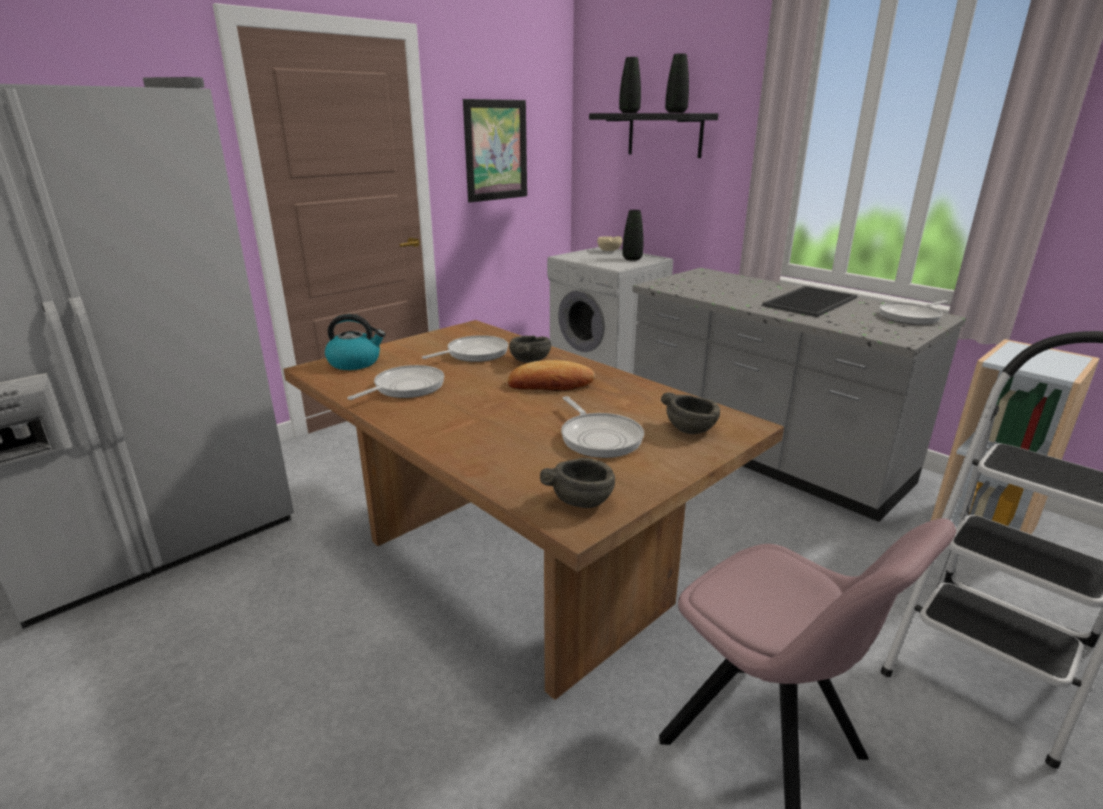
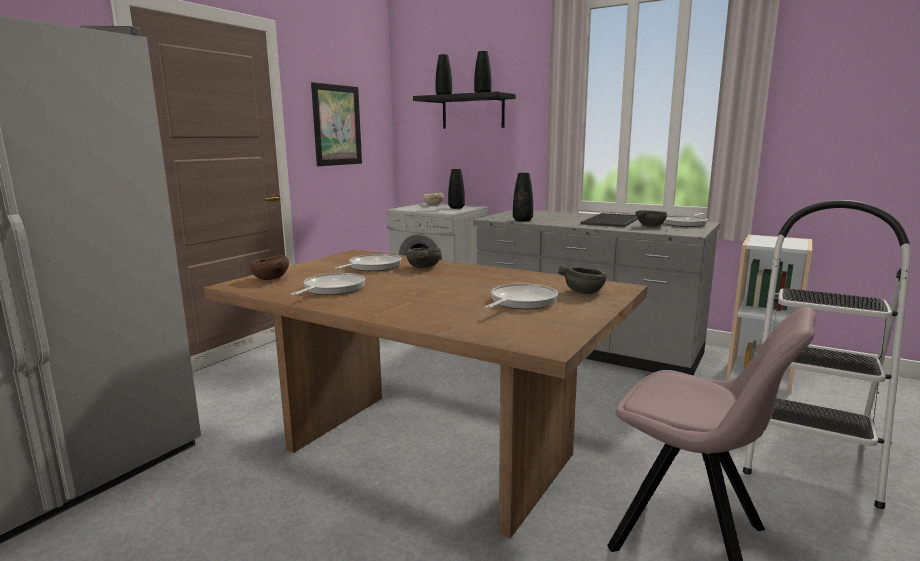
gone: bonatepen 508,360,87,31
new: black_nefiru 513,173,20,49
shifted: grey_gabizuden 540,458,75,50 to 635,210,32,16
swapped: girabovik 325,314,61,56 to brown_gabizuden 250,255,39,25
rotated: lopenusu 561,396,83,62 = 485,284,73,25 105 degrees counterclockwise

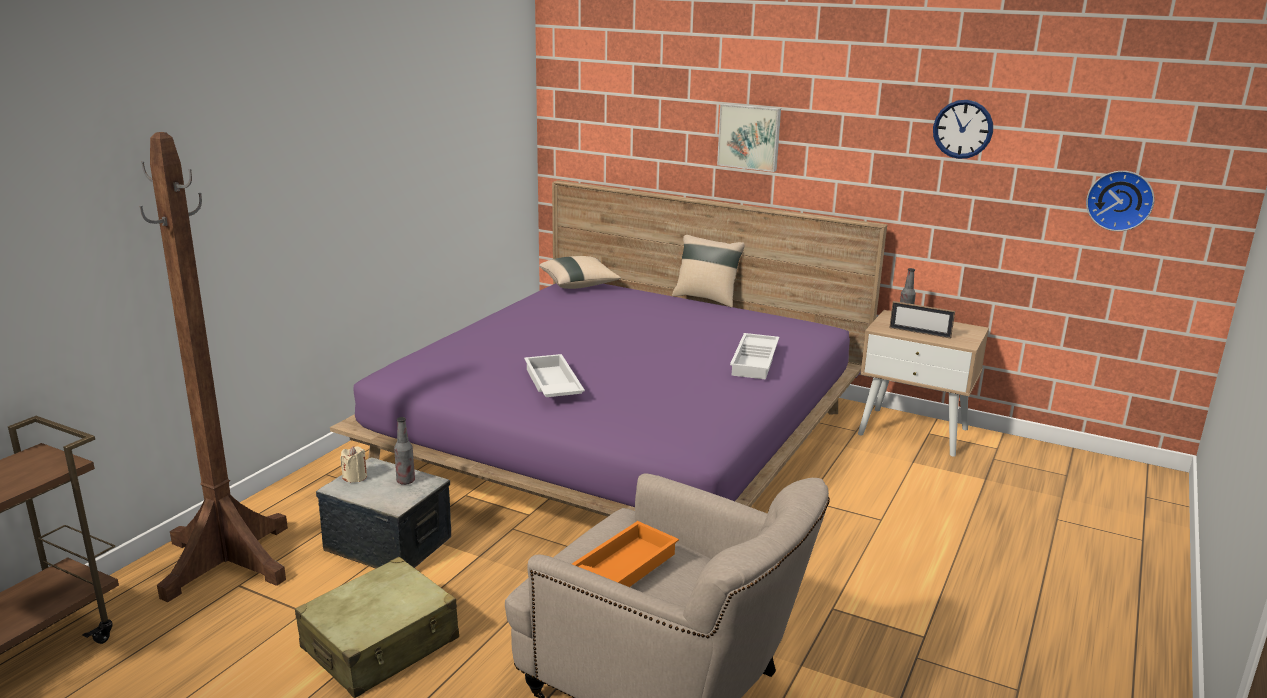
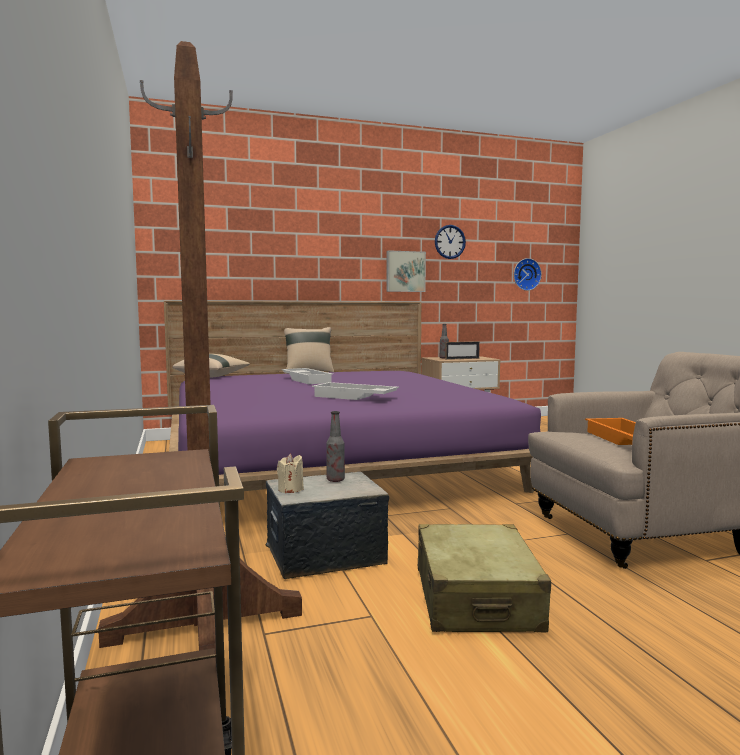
shifted: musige 717,104,64,68 to 386,250,40,42; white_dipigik 730,333,49,47 to 281,368,52,16

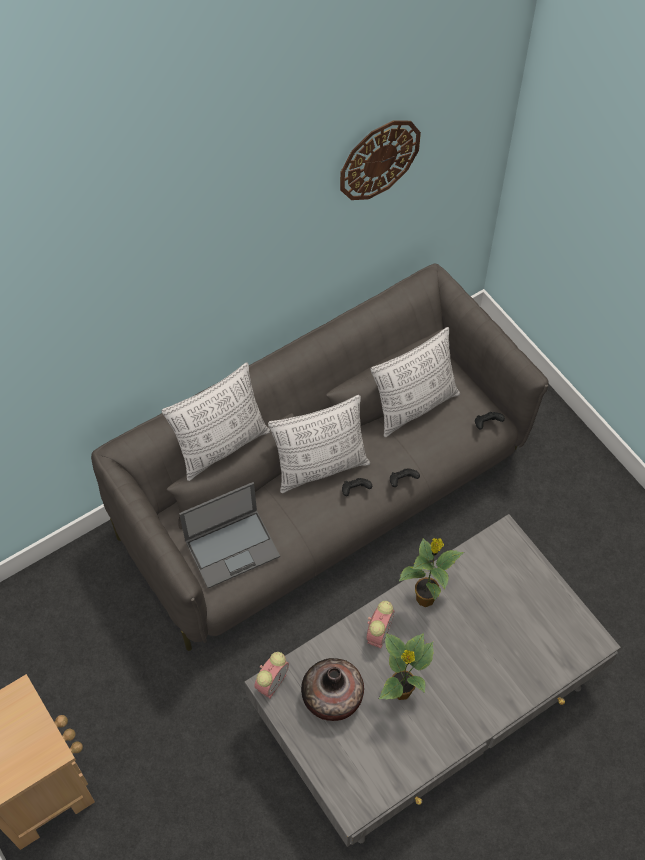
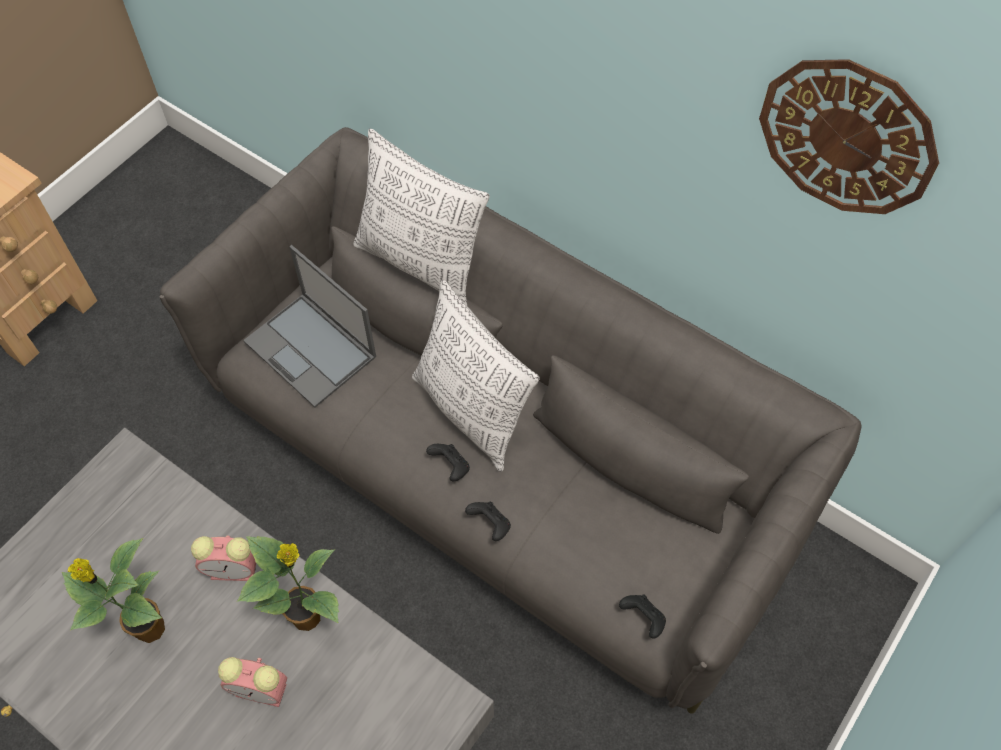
gone: nefiru 301,658,63,63; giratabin 370,327,90,110
shifted: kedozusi 254,652,35,46 to 218,657,69,50

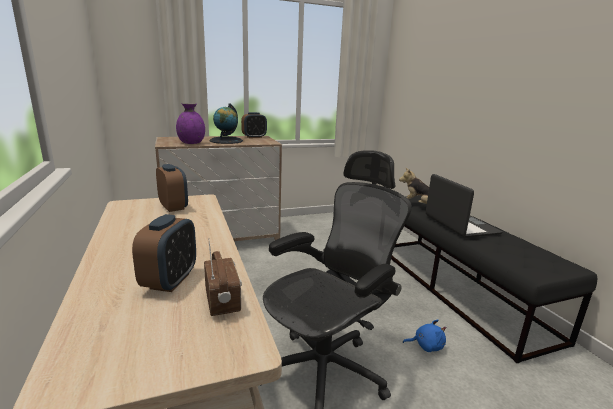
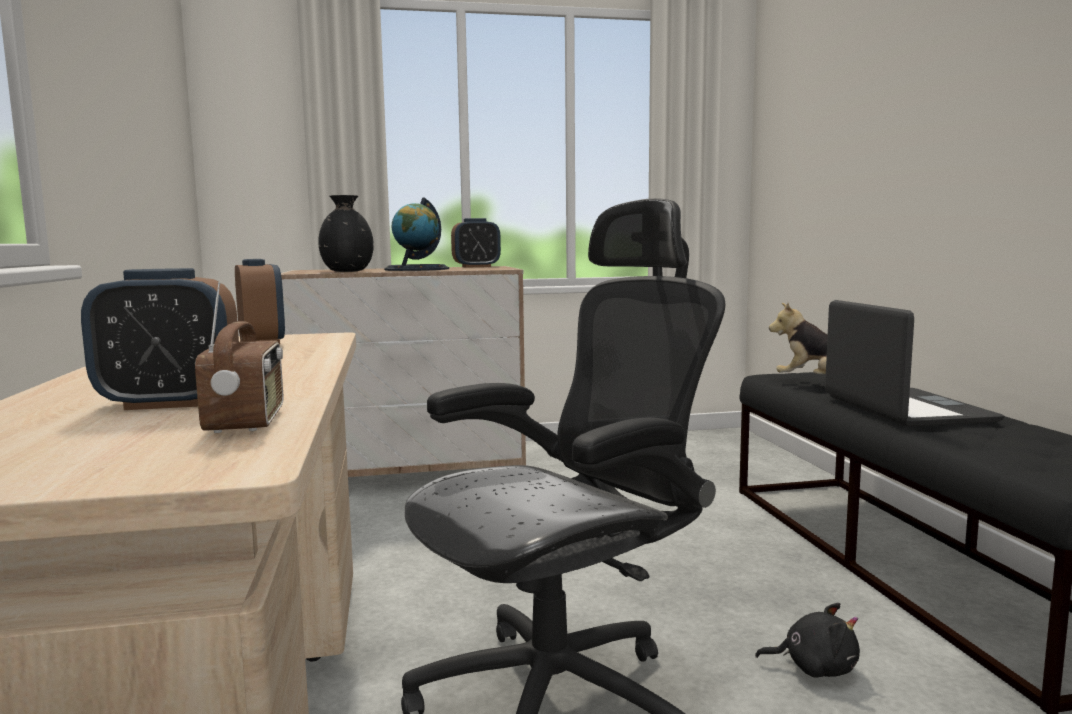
repainted: purple_nefiru 176,103,29,41 to black_nefiru 318,195,56,77; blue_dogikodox 403,320,44,32 to black_dogikodox 755,603,105,75
rotated: kedozusi 132,214,64,78 = 81,268,158,142 60 degrees clockwise

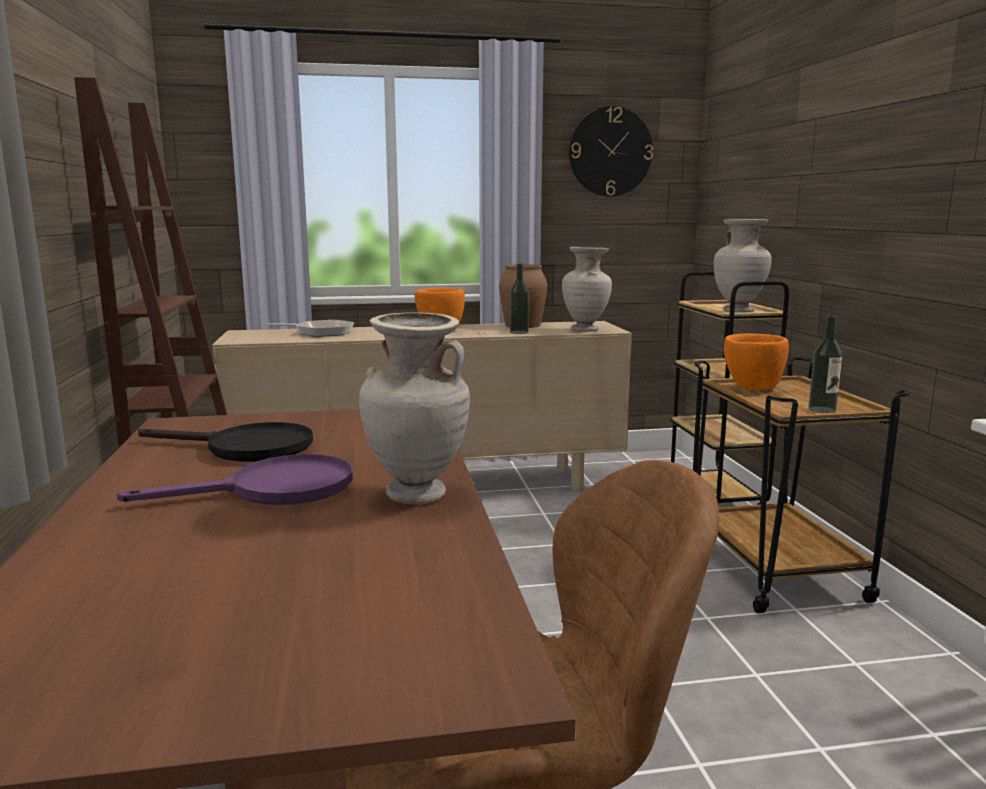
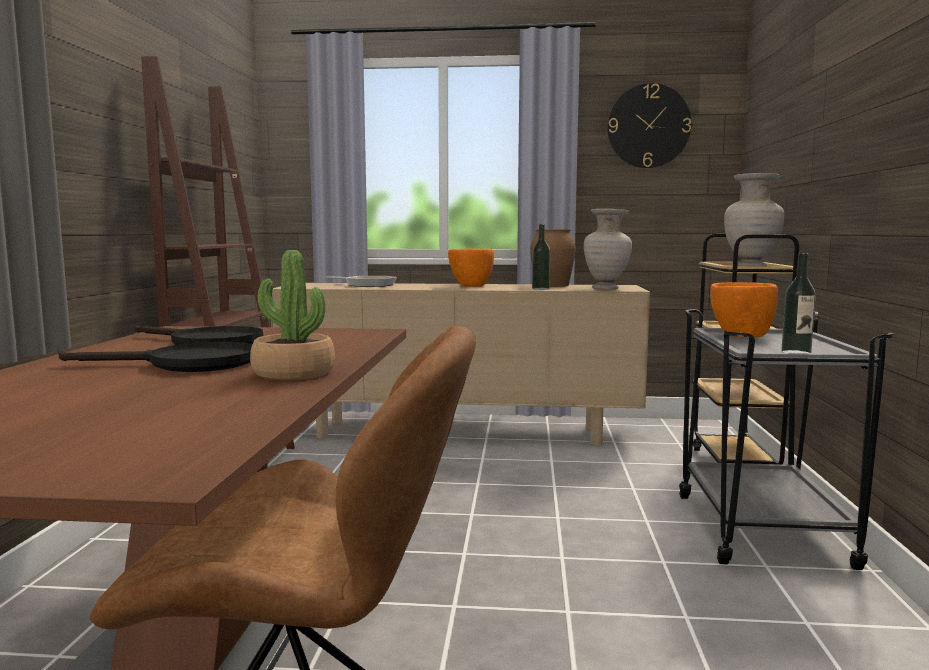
swapped: beige_nefiru 359,313,111,192 to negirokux 250,250,85,130
repainted: purple_lopenusu 117,454,236,51 to black_lopenusu 59,342,193,30; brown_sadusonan 693,357,217,256 to grey_sadusonan 679,309,214,261

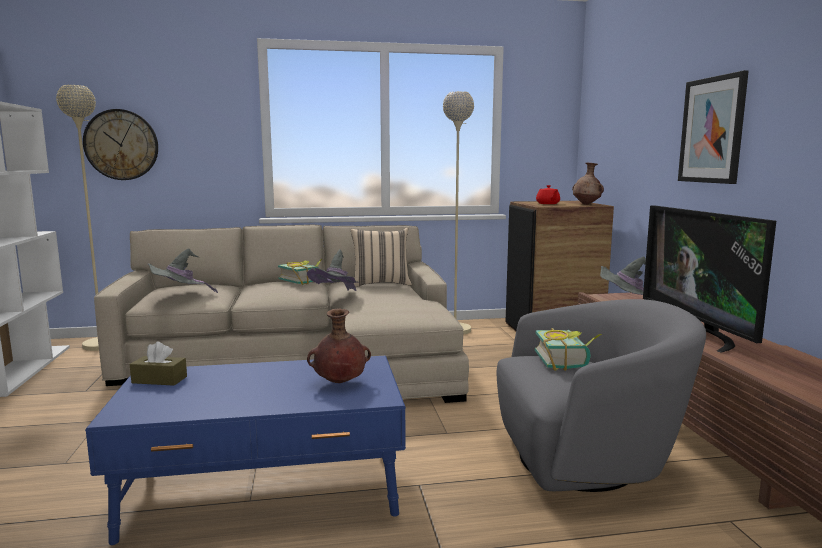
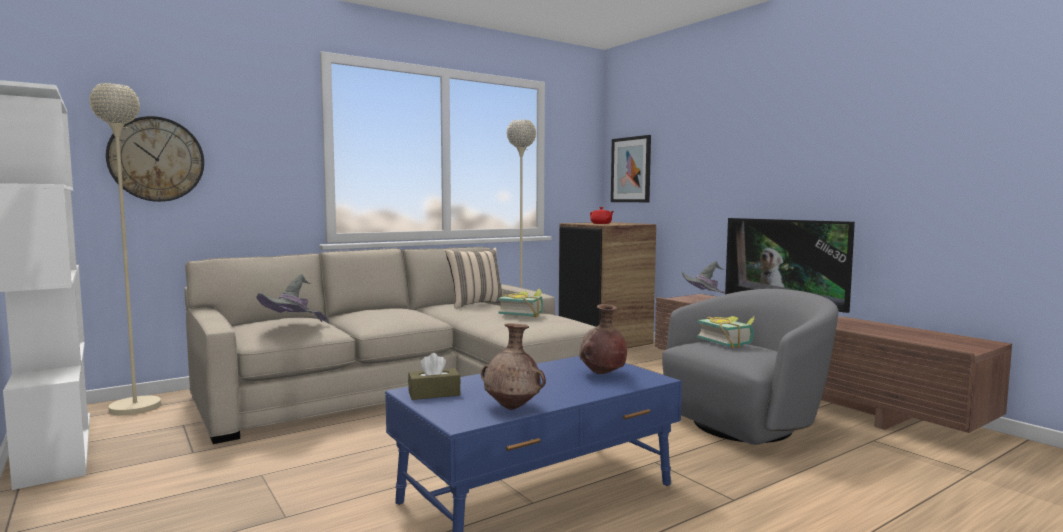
gone: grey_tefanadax 307,249,52,42
shifted: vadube 278,259,44,26 to 498,289,45,29; brown_nefiru 572,163,32,42 to 481,324,65,86; musige 678,70,71,114 to 611,135,40,67

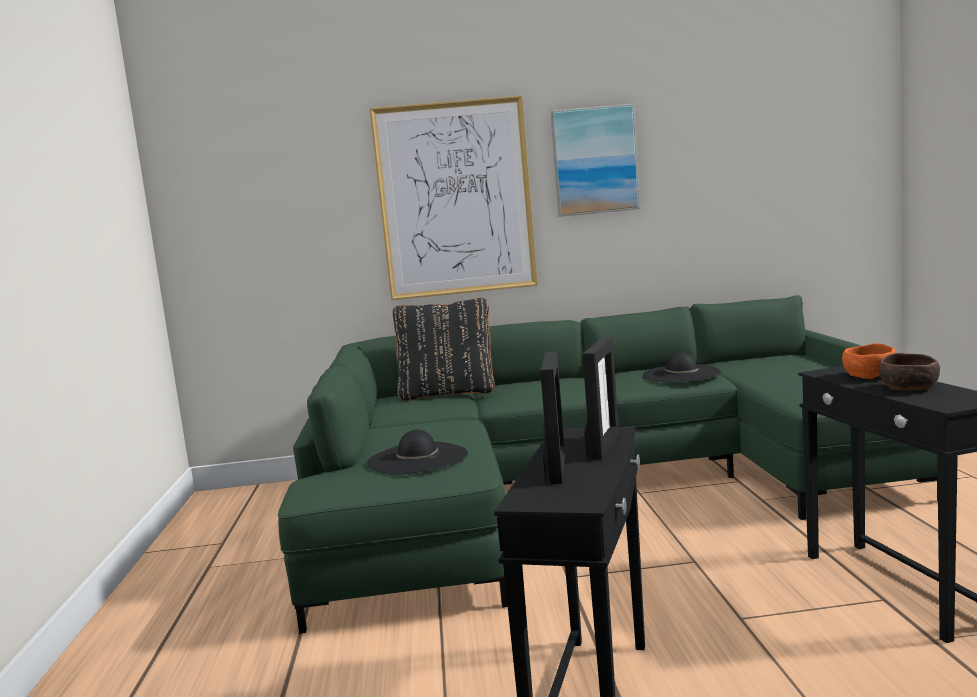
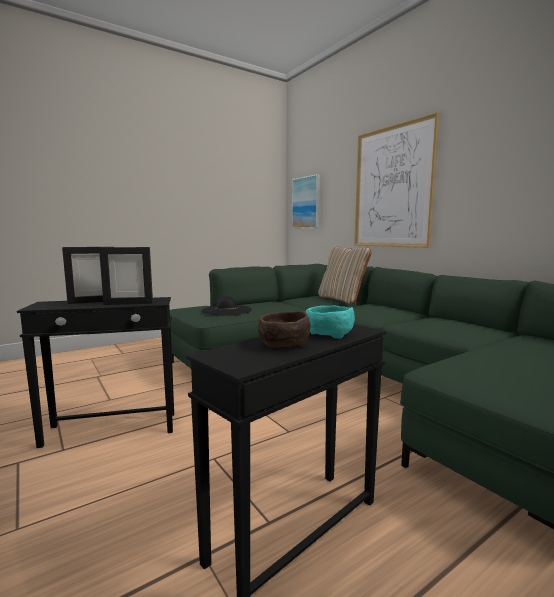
gone: black_tefanadax 643,352,78,31
shifted: musige 550,104,90,113 to 292,174,28,54
repainted: black_giratabin 392,298,103,103 to beige_giratabin 318,246,54,58; orange_gabizuden 842,343,54,36 to turquoise_gabizuden 306,305,49,34

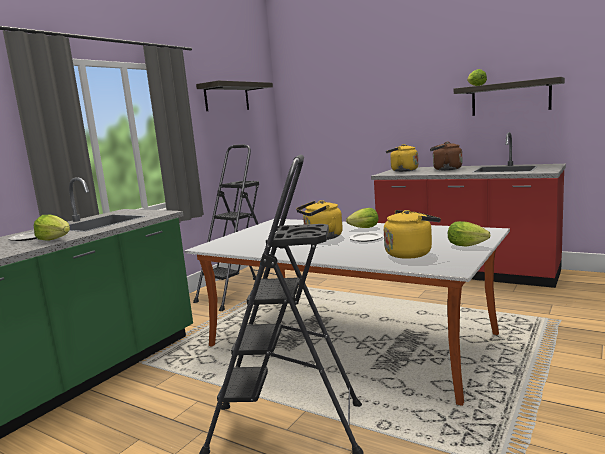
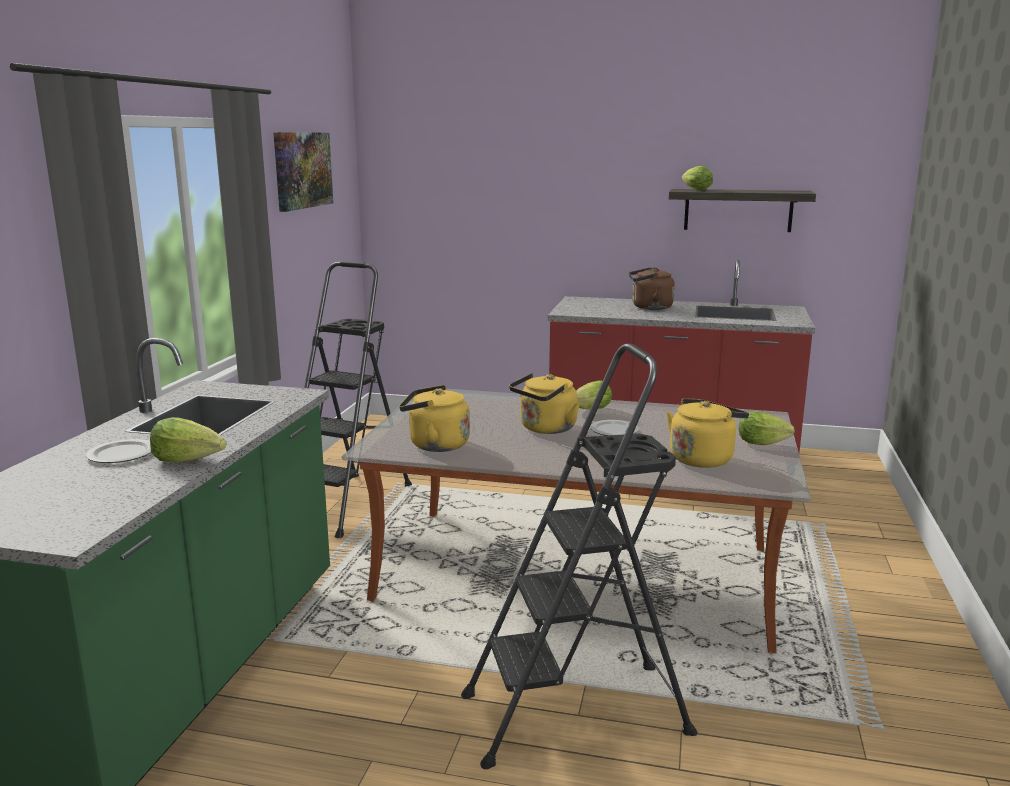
shifted: yellow_girabovik 386,144,32,28 to 399,385,71,67
swapped: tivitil 196,80,77,31 to musige 273,132,60,80

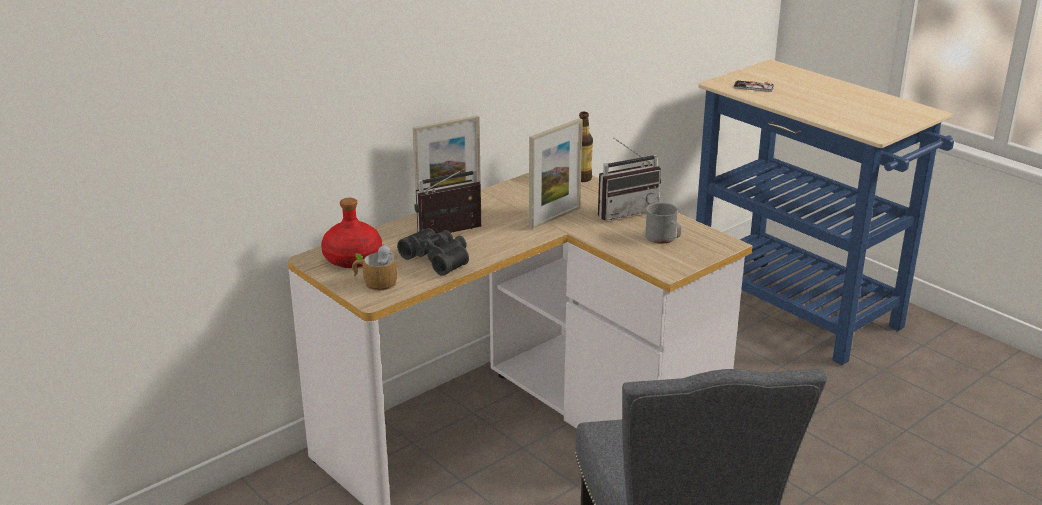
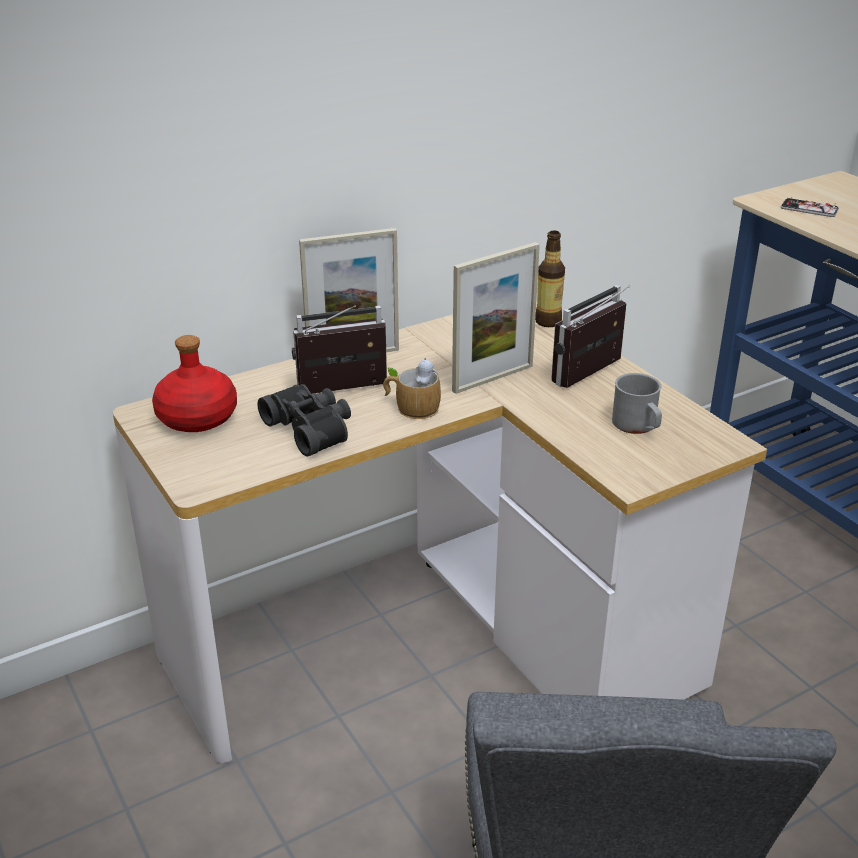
shifted: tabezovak 352,244,45,47 to 383,358,58,61
rotated: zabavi 598,137,63,84 = 551,285,79,103 150 degrees clockwise

